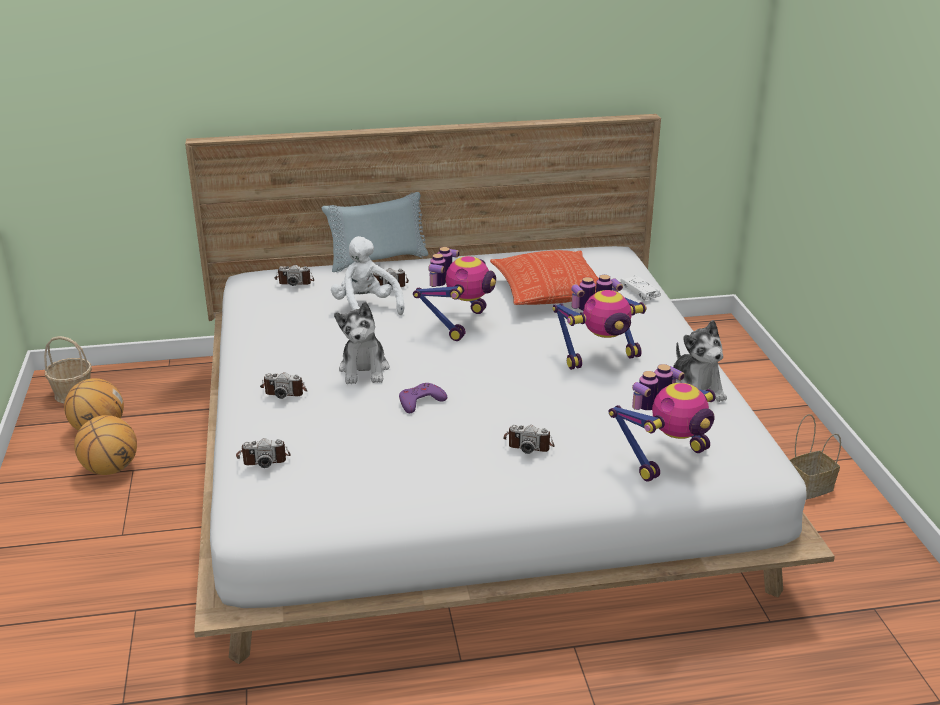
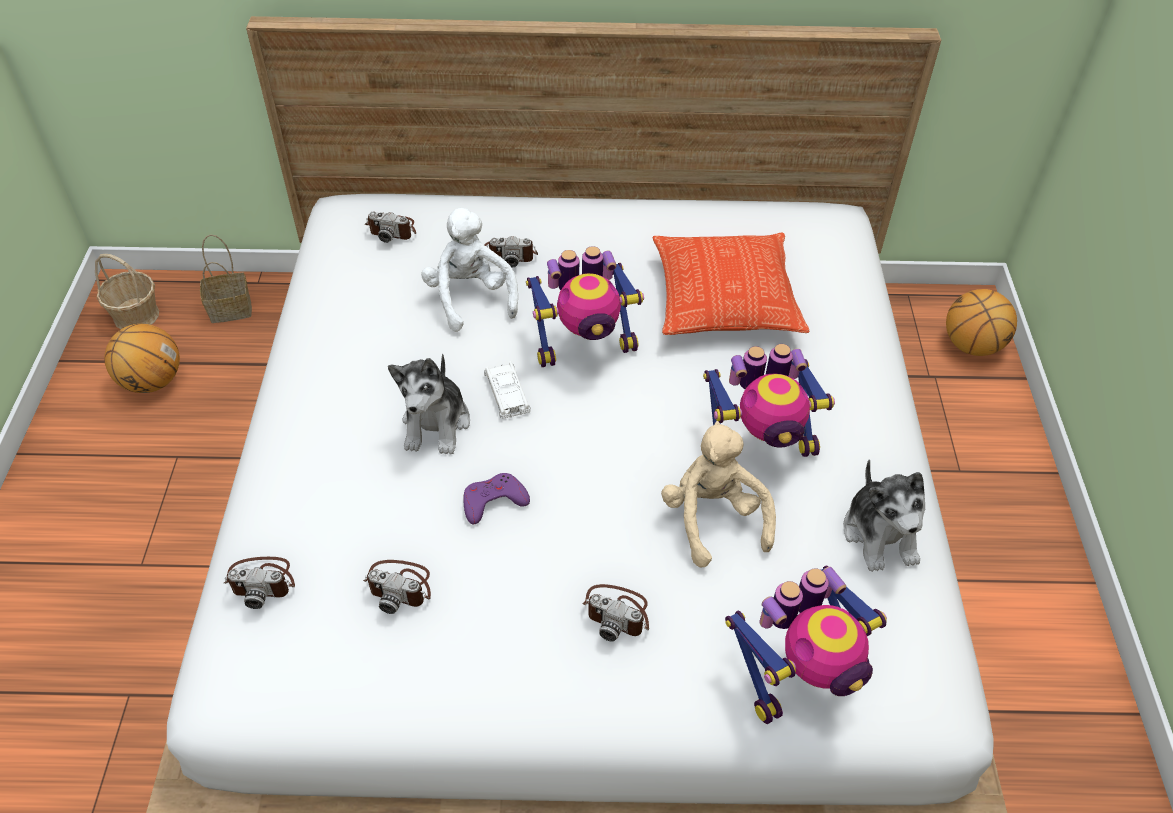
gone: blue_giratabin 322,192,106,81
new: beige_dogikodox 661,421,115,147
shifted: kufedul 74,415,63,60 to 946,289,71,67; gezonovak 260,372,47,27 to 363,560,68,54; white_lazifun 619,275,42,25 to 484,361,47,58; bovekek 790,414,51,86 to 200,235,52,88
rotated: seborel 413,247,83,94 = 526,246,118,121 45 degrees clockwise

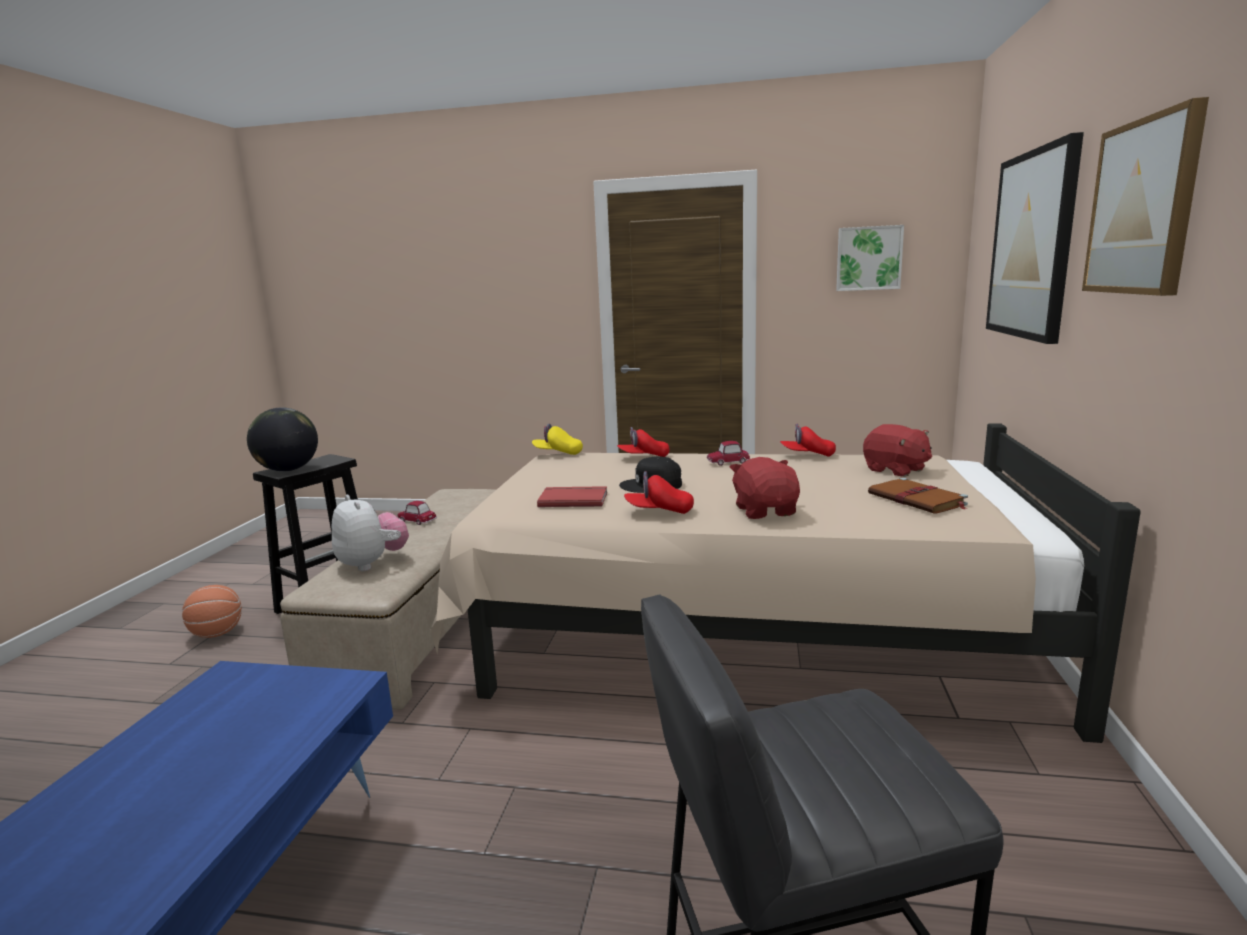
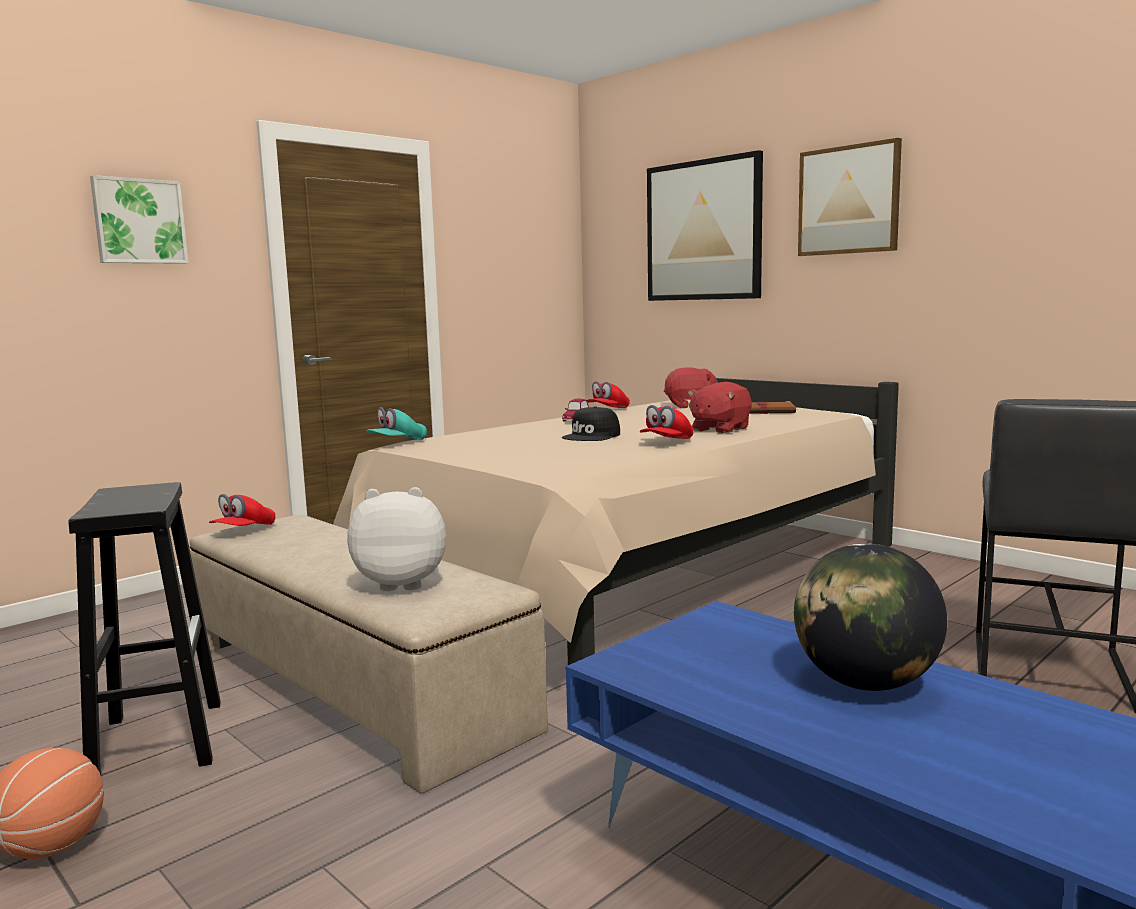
gone: lazifun 397,501,40,24; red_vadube 537,486,70,21
shifted: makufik 247,407,71,65 to 794,543,153,148; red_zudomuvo 617,427,53,30 to 209,494,66,32; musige 836,225,68,66 to 90,175,98,89
repainted: yellow_zudomuvo 532,424,51,31 to turquoise_zudomuvo 366,407,61,33
rotated: red_dogikodox 730,457,70,62 = 688,382,64,52 75 degrees counterclockwise

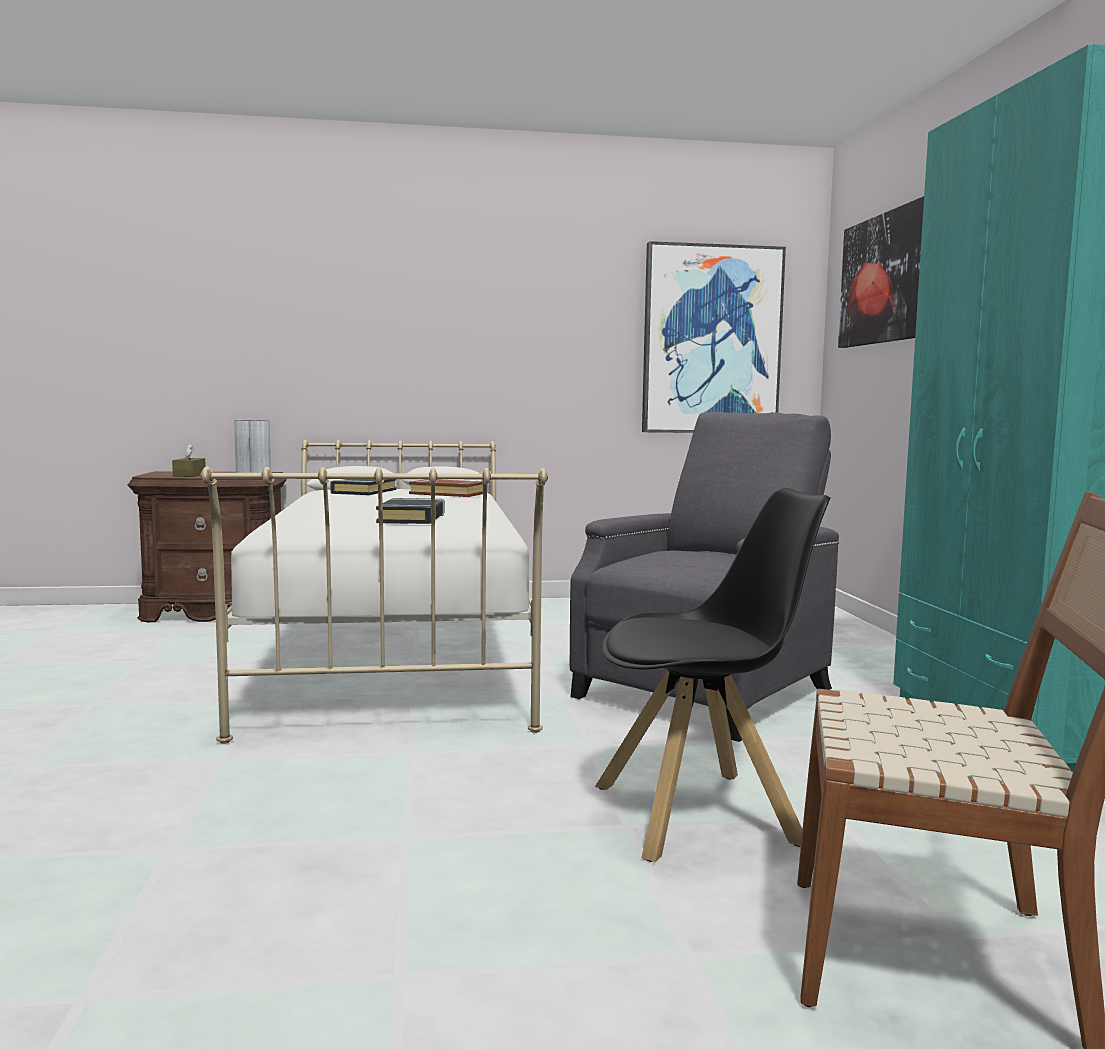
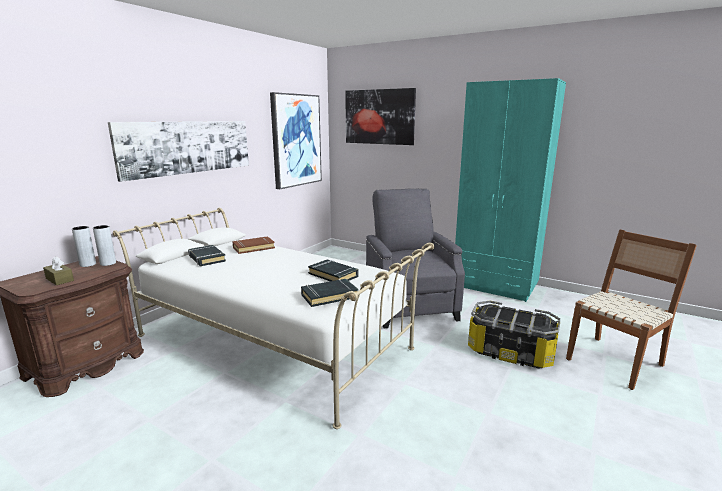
new: musige 108,121,141,61; black_vadube 301,279,57,28
swapped: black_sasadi 595,488,236,374 to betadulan 468,301,92,68

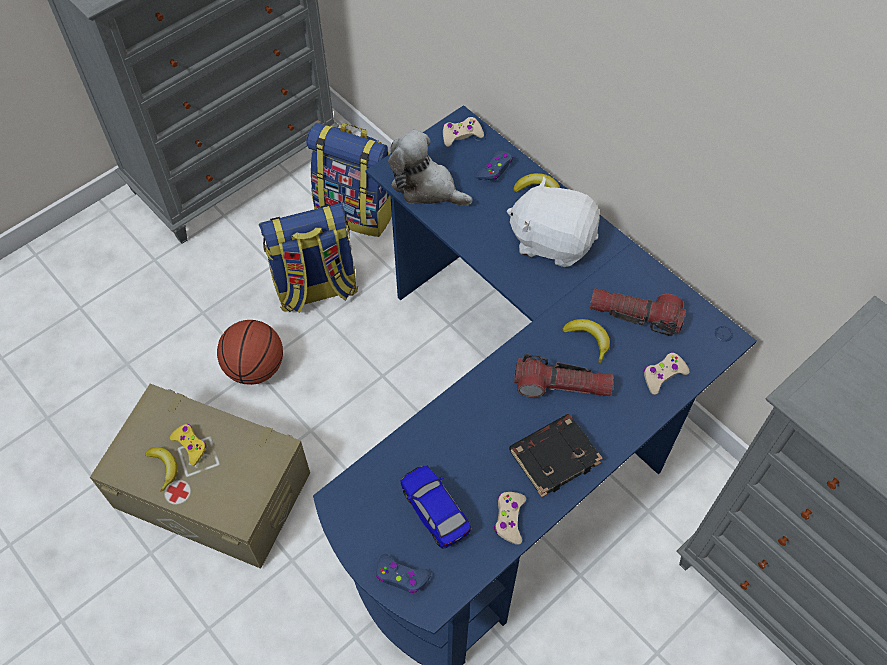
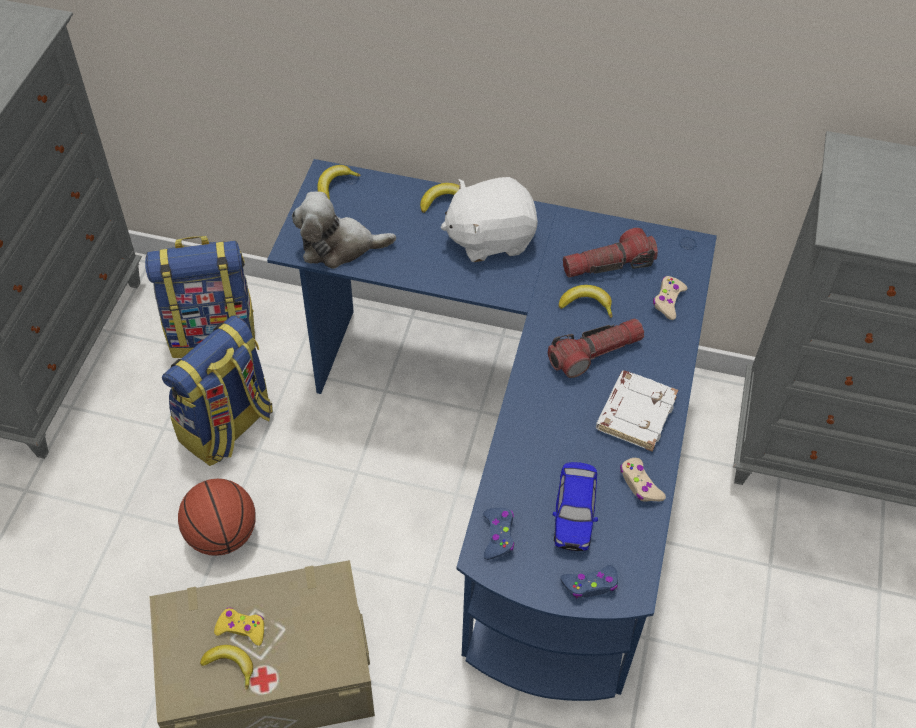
shifted: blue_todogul 475,151,38,30 to 483,508,31,52
swapped: beige_todogul 443,117,41,30 to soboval 317,165,44,35
repainted: black_vadube 509,414,94,84 to white_vadube 596,370,82,82
rotated: lazifun 400,465,71,84 = 553,462,45,89 105 degrees counterclockwise

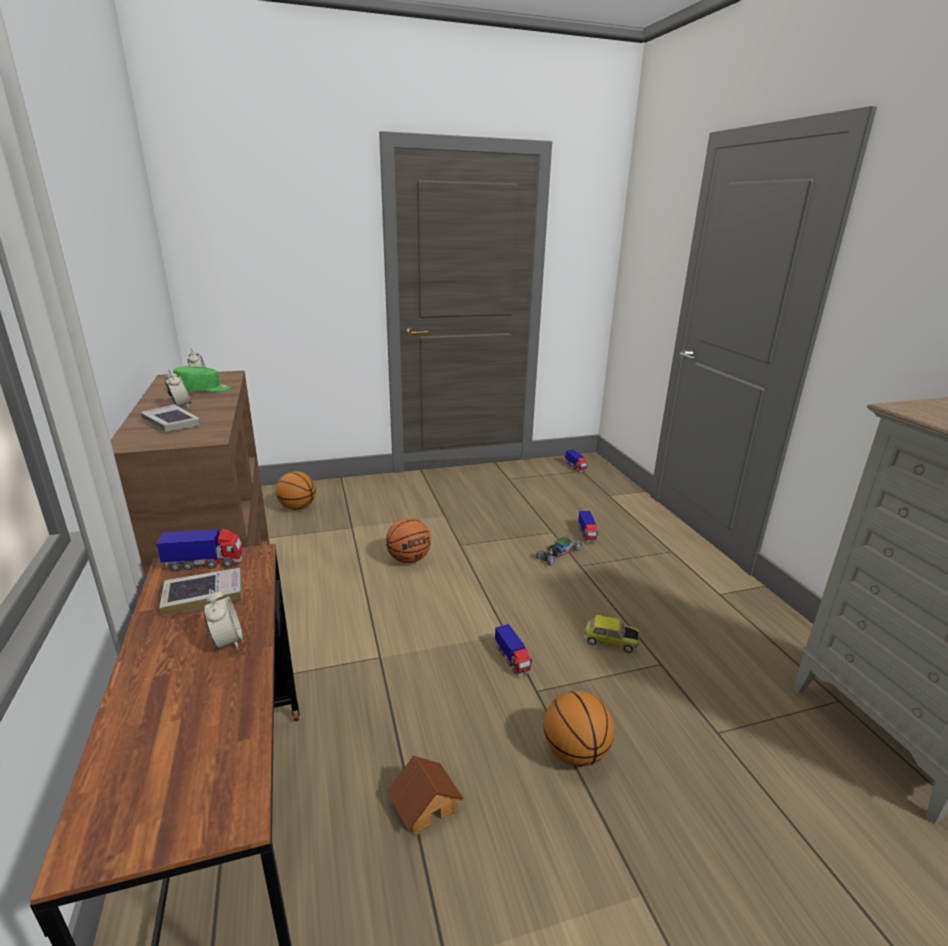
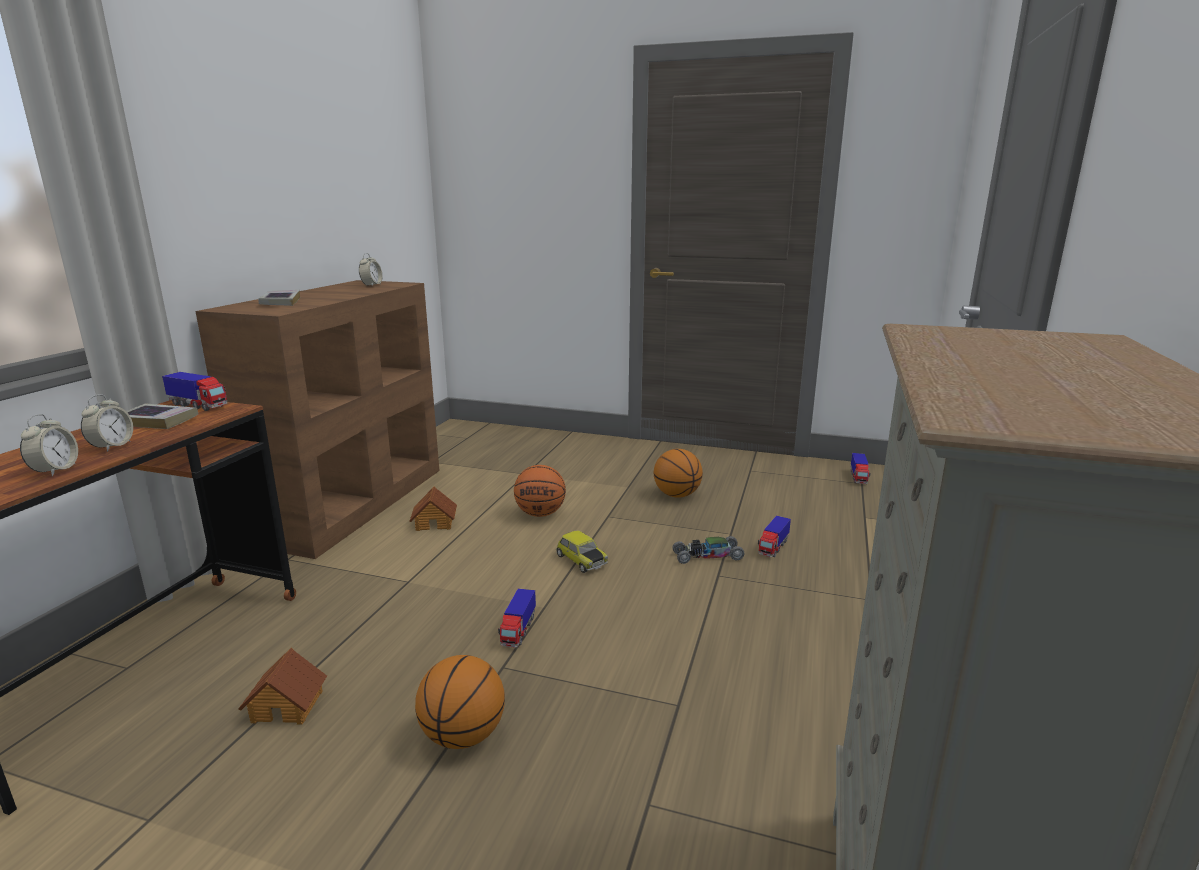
gone: green_zudomuvo 173,366,58,26
new: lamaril 410,486,47,45
shifted: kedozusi 165,370,27,38 to 20,414,58,62; kufedul 276,471,40,39 to 654,449,49,49; lazifun 584,615,56,38 to 556,530,52,43

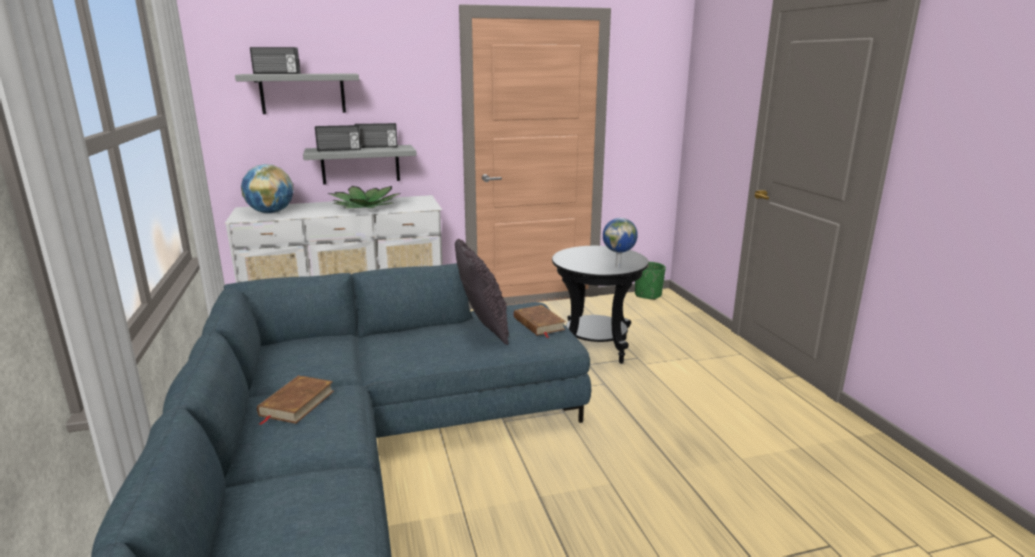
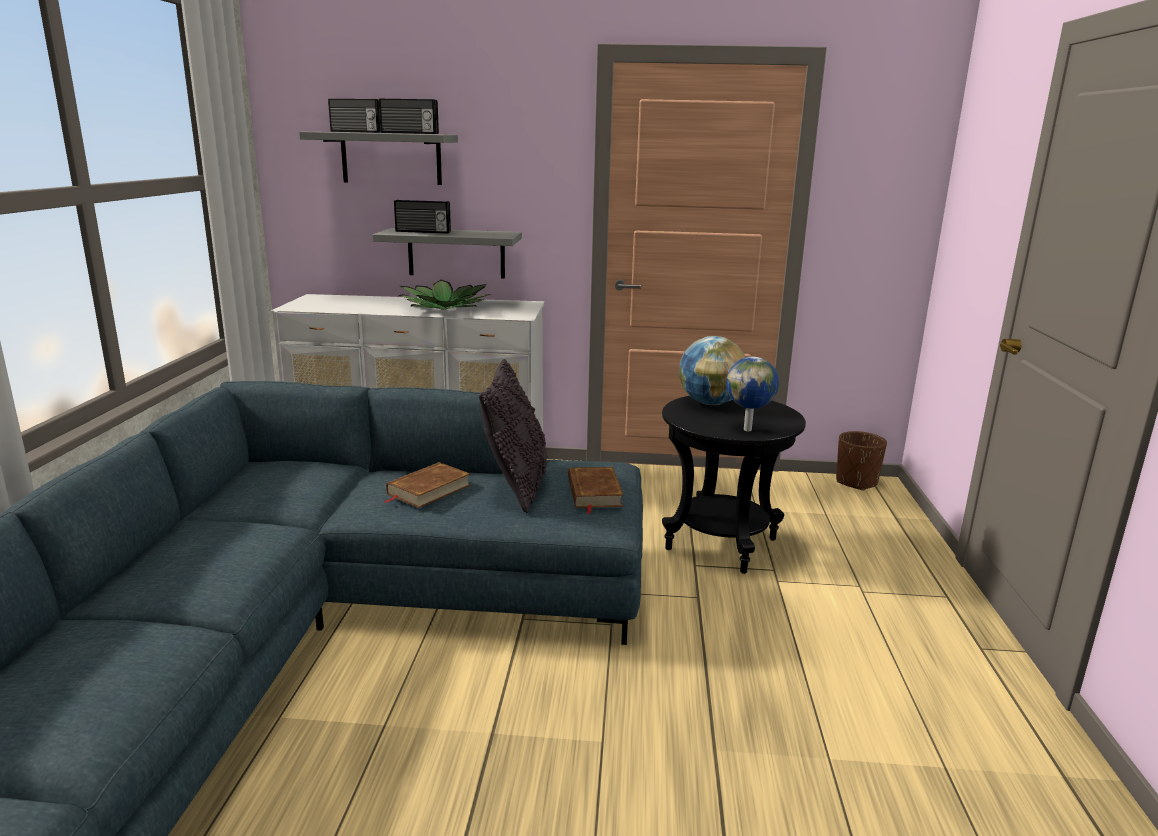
shifted: makufik 241,164,53,49 to 679,336,67,69; brown_vadube 257,375,77,50 to 383,462,87,46; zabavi 354,123,44,25 to 379,99,60,35
repainted: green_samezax 635,262,31,38 to brown_samezax 836,431,51,60

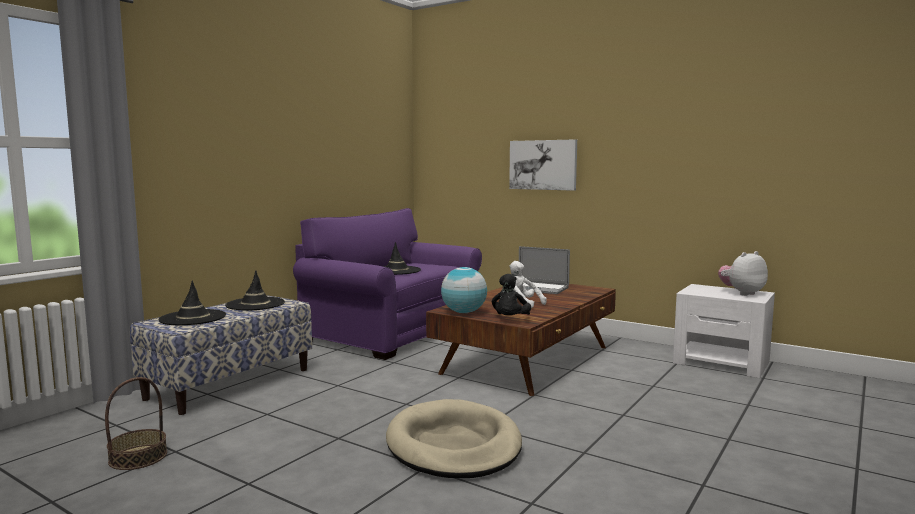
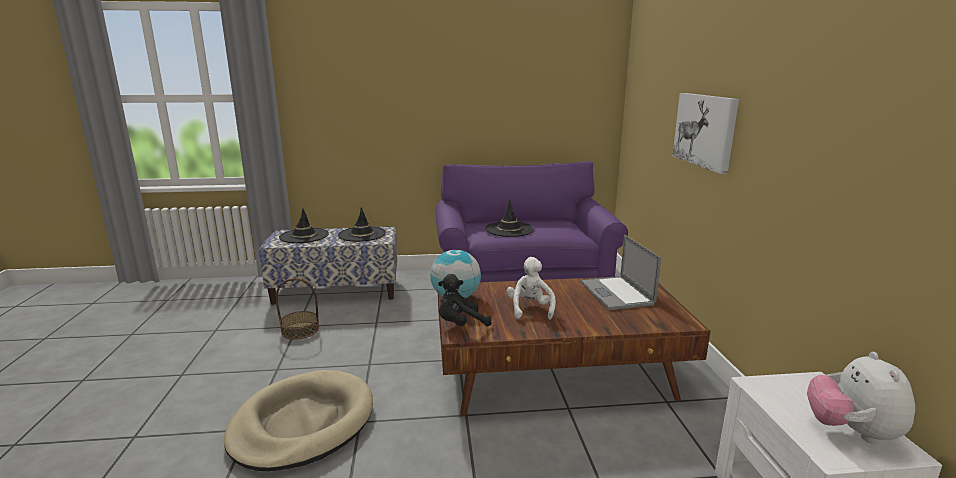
shifted: bovekek 105,377,62,93 to 276,278,43,62
rotated: dogikodox 718,251,50,45 = 807,352,108,92 105 degrees counterclockwise

